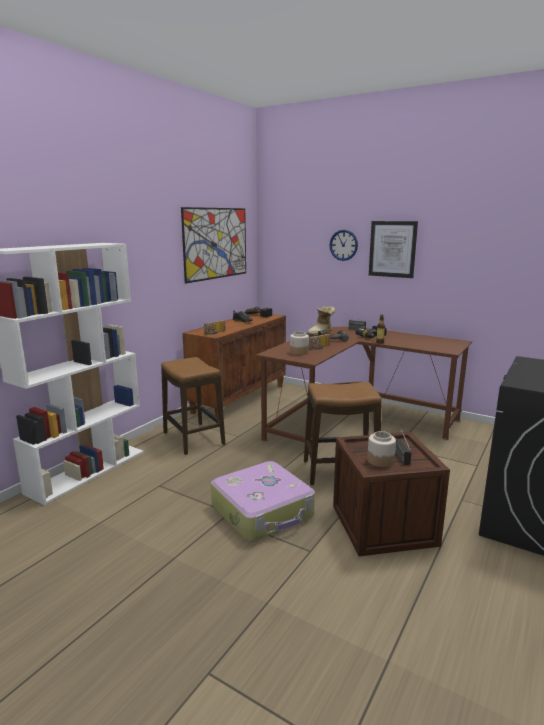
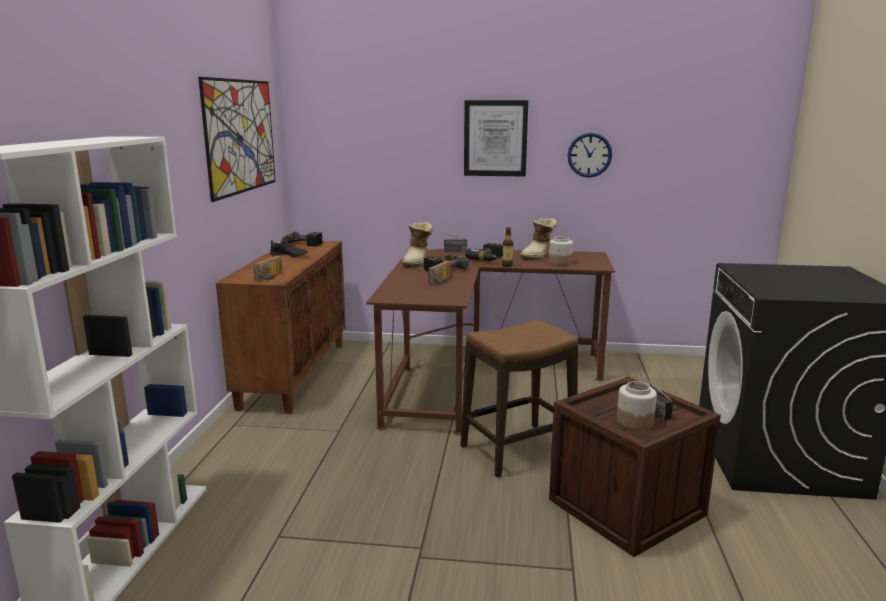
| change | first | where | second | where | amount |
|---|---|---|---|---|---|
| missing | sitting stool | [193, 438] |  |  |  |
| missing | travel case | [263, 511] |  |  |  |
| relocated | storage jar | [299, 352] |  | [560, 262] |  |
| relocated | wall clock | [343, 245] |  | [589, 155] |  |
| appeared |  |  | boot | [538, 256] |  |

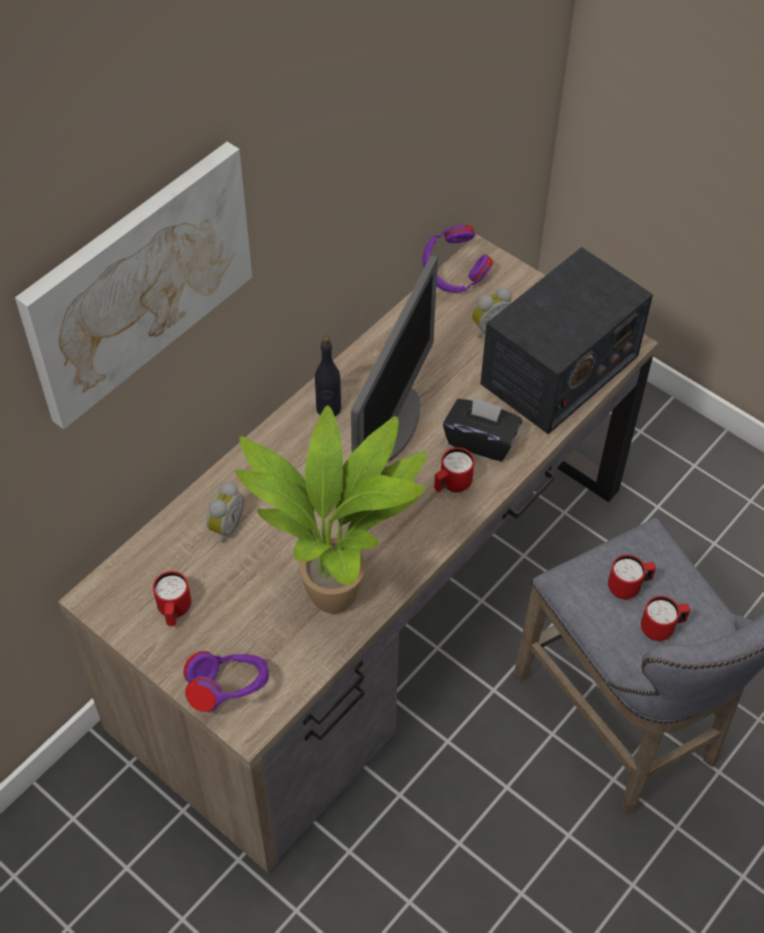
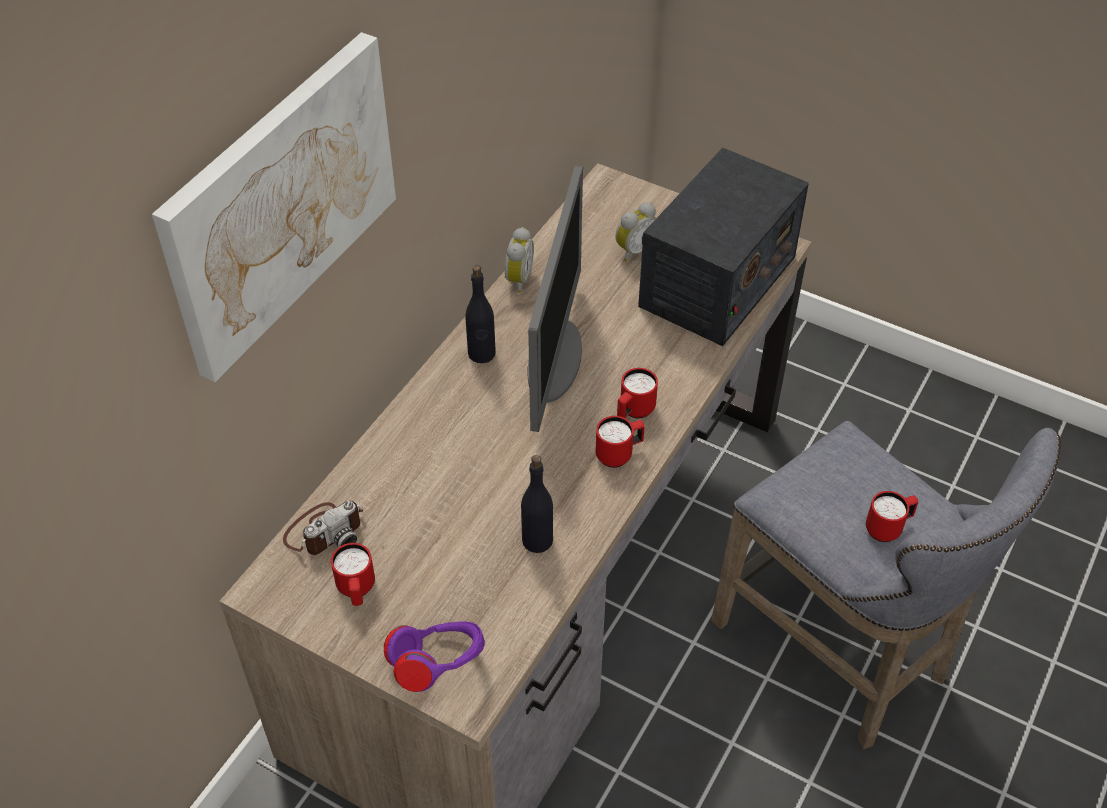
| change | first | where | second | where | amount |
|---|---|---|---|---|---|
| relocated | alarm clock | [224, 526] |  | [517, 279] |  |
| exchanged | potted plant | [339, 591] | black-coloured beverage bottle | [538, 540] |  |
| missing | purple pair of headphones | [453, 277] |  |  |  |
| missing | black-coloured tissue box | [481, 440] |  |  |  |
| relocated | reddish tea mug | [628, 587] |  | [619, 454] |  |
| appeared |  |  | photo camera | [324, 531] |  |

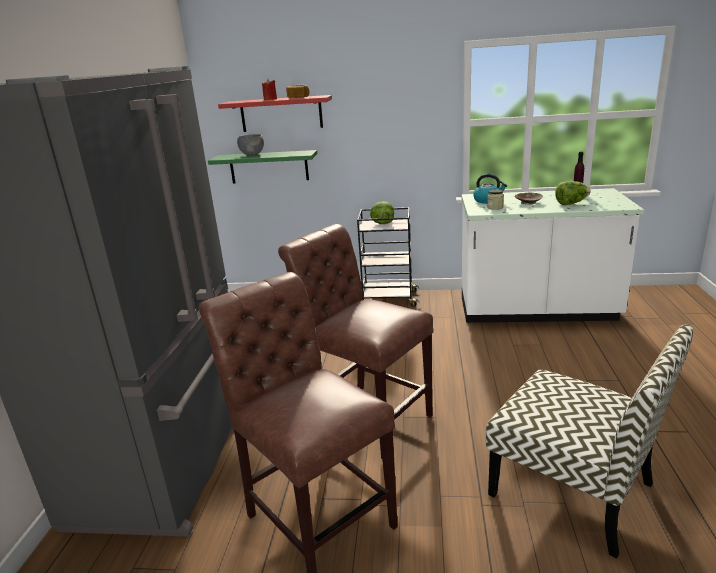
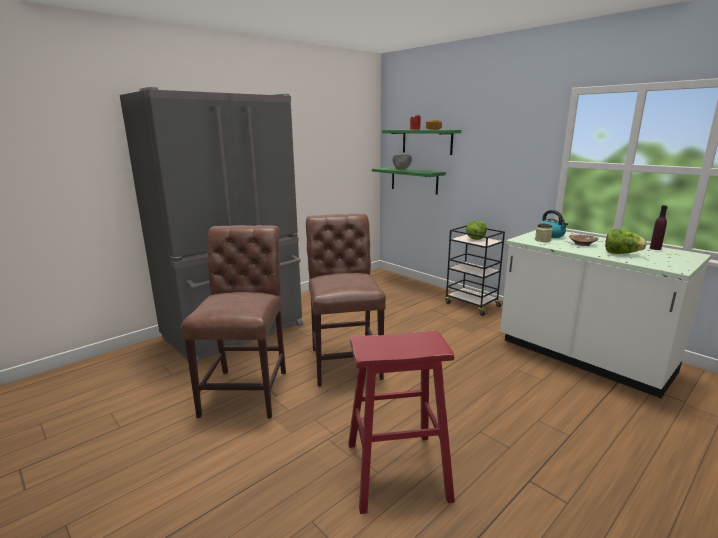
| change | first | where | second | where | amount |
|---|---|---|---|---|---|
| colour | reddish bracket shelf | [281, 114] | green-coloured bracket shelf | [427, 141] |  |
| exchanged | chair | [574, 490] | reddish sitting stool | [396, 470] |  |

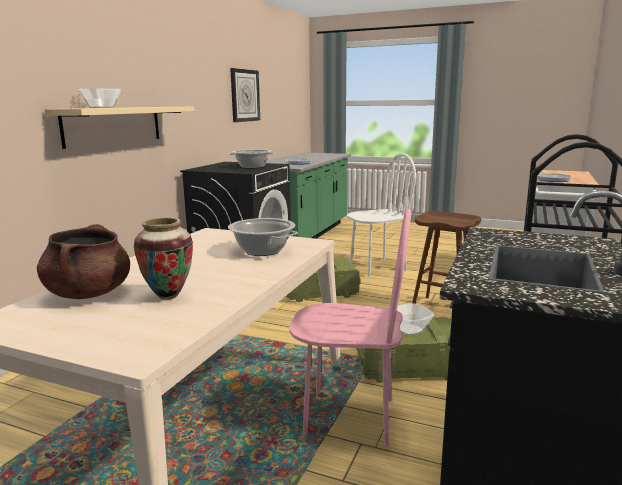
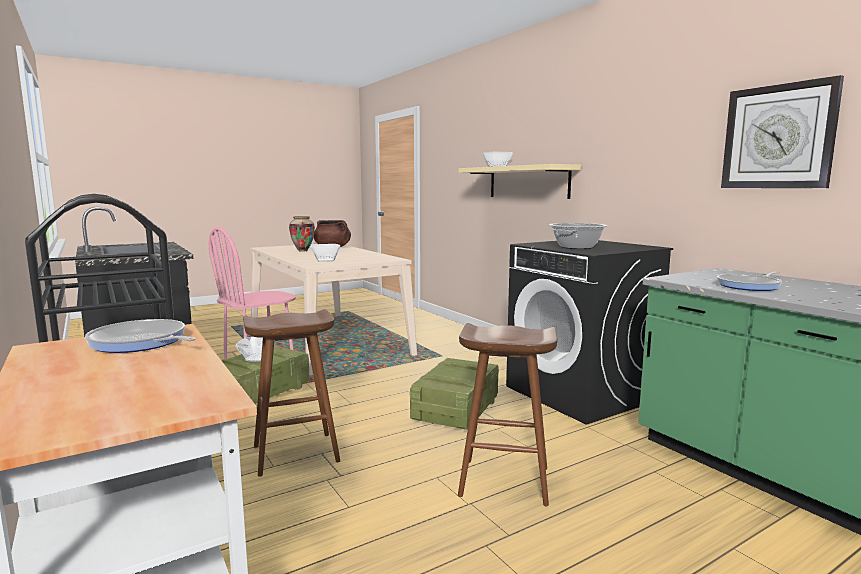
| change | first | where | second | where | amount |
|---|---|---|---|---|---|
| exchanged | cooking pot | [262, 251] | bowl | [326, 260] |  |
| exchanged | whitish chair | [377, 268] | brown sitting stool | [503, 482] |  |

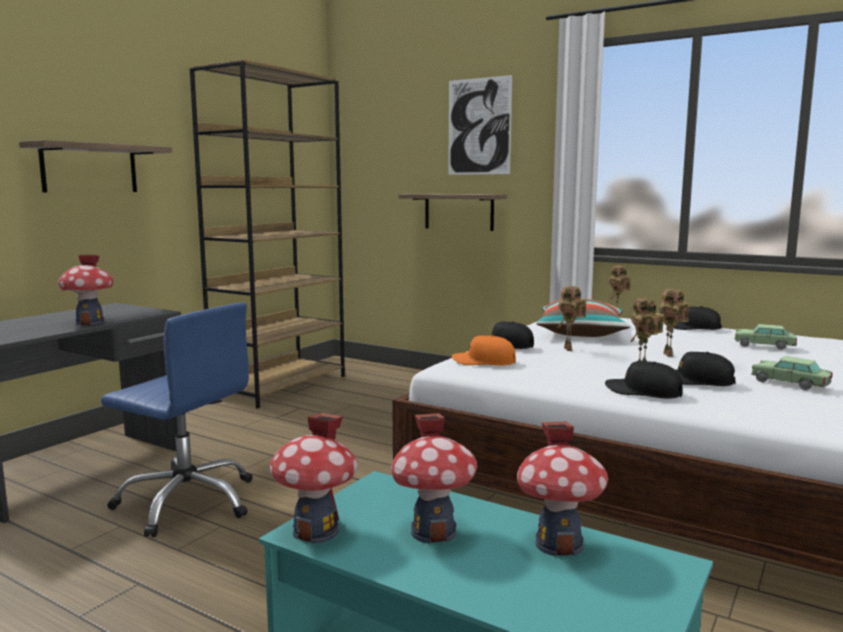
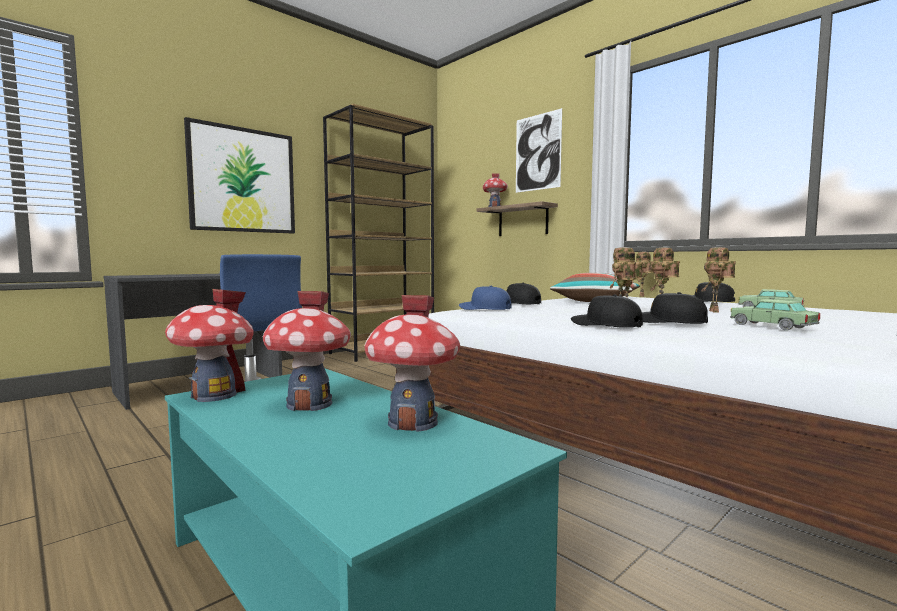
| change | first | where | second | where | amount |
|---|---|---|---|---|---|
| exchanged | bracket shelf | [90, 168] | wall art | [243, 180] |  |
| relocated | model house | [90, 322] |  | [495, 207] |  |
| colour | orange-coloured peaked cap | [484, 362] | blue peaked cap | [484, 309] |  |
| relocated | toy robot | [570, 349] |  | [716, 311] |  |

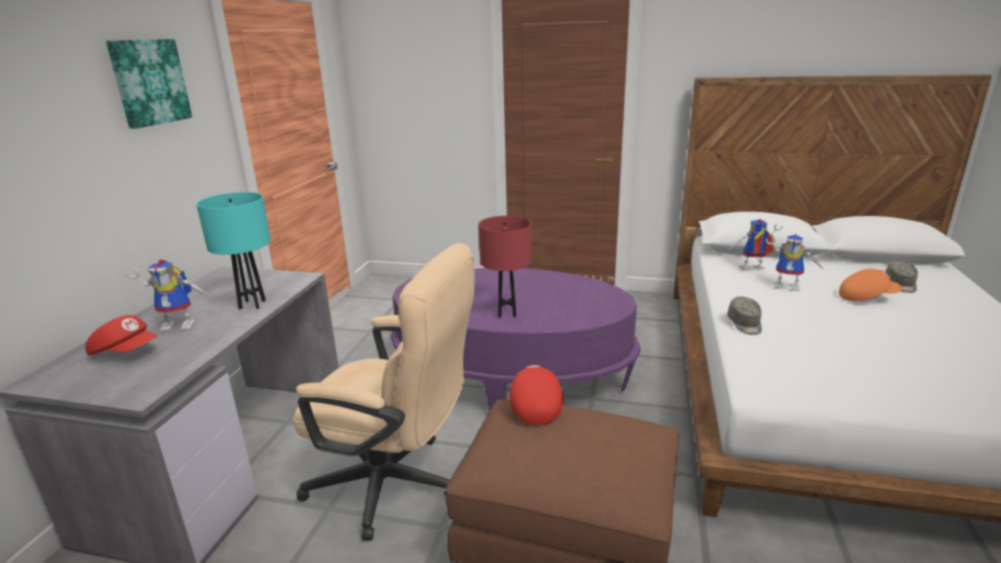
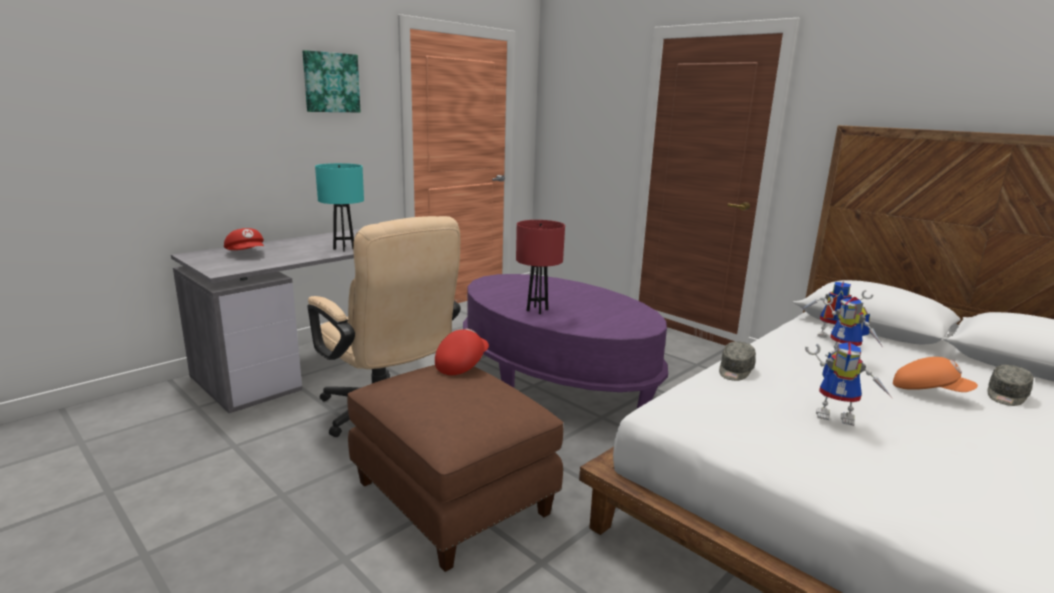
| change | first | where | second | where | amount |
|---|---|---|---|---|---|
| relocated | toy robot | [182, 324] |  | [838, 416] |  |

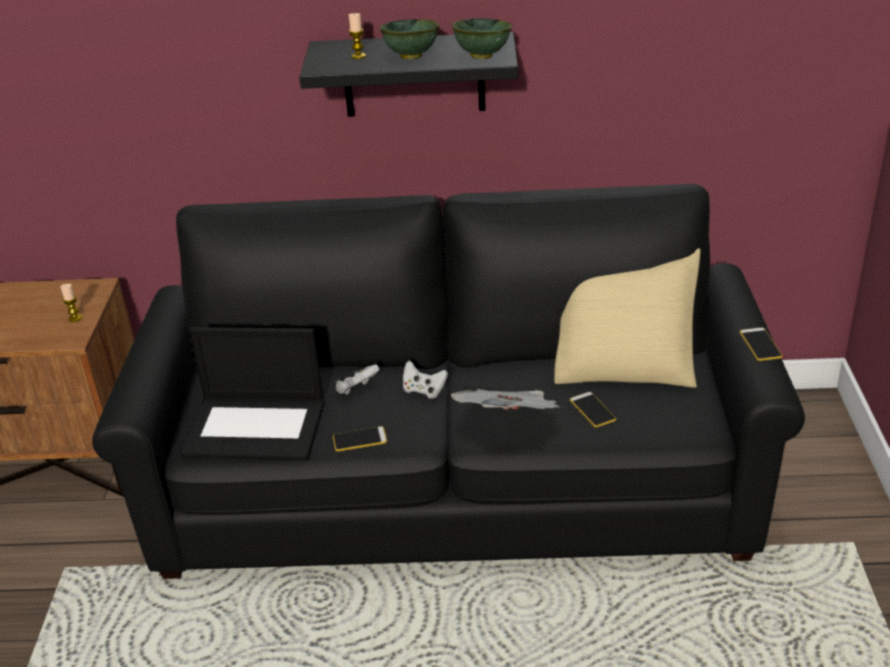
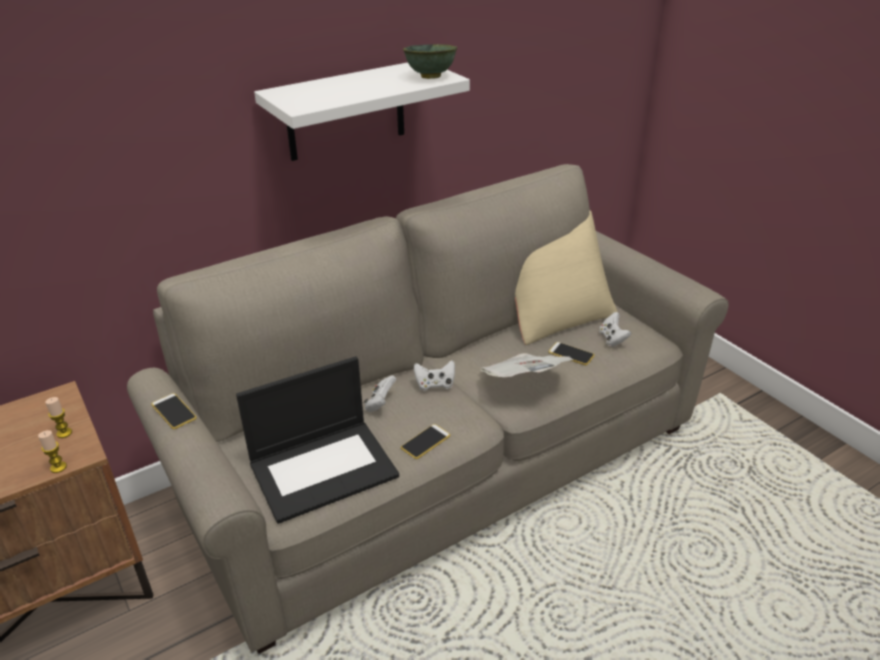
| change | first | where | second | where | amount |
|---|---|---|---|---|---|
| colour | black-coloured sofa | [455, 487] | beige-coloured sofa | [442, 463] |  |
| colour | black-coloured bracket shelf | [414, 75] | whitish bracket shelf | [346, 111] |  |
| relocated | wax light | [358, 56] |  | [58, 467] |  |
| missing | green-coloured bowl | [410, 57] |  |  |  |
| relocated | phone | [760, 345] |  | [174, 411] |  |
| appeared |  |  | whitish joypad | [612, 339] |  |

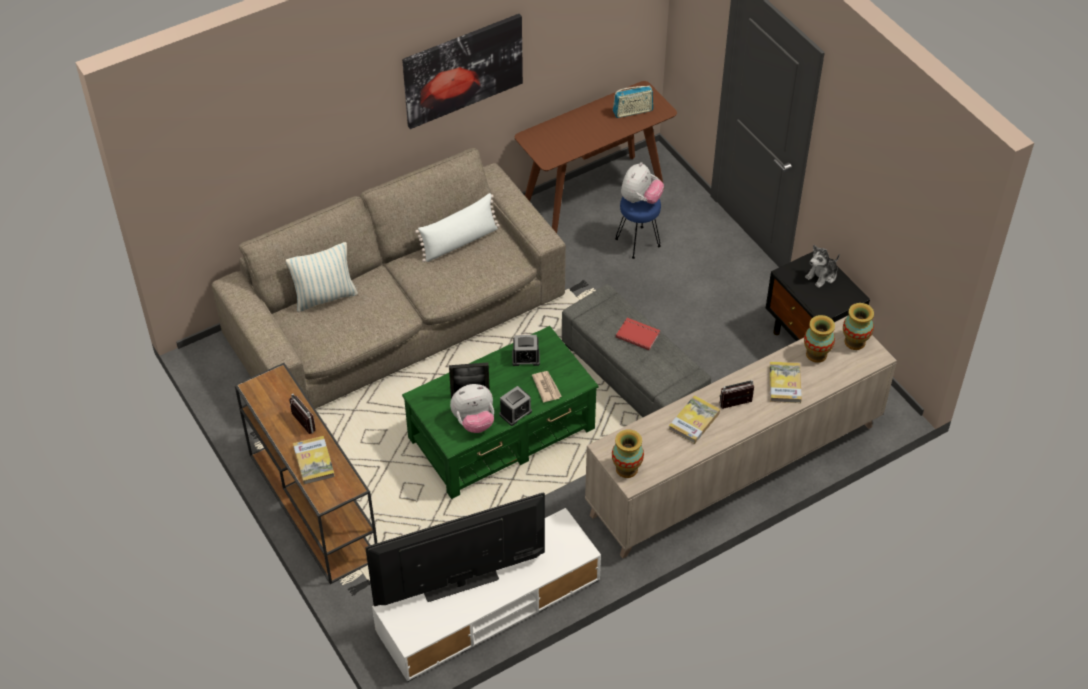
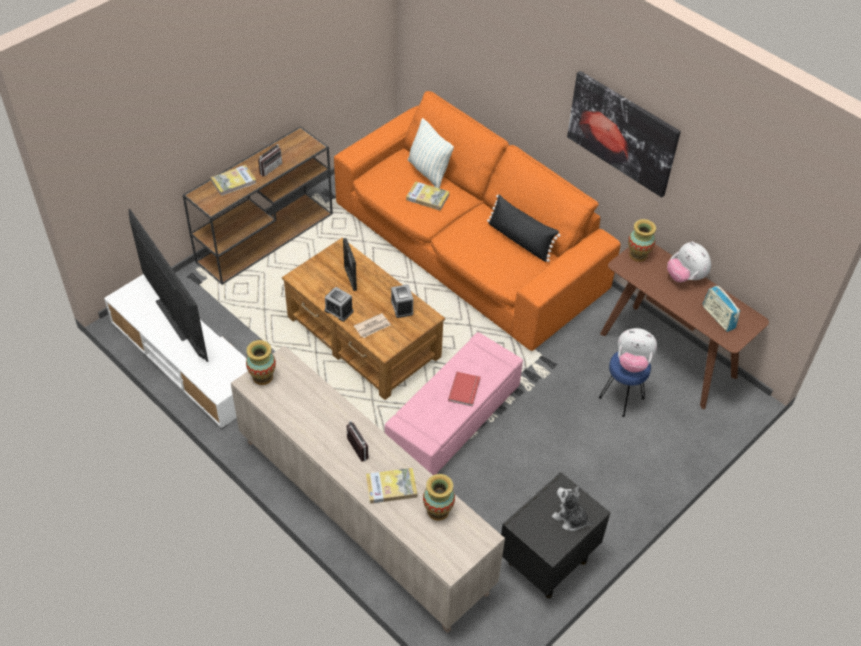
| change | first | where | second | where | amount |
|---|---|---|---|---|---|
| colour | beige-coloured sofa | [397, 318] | orange-coloured sofa | [467, 248] |  |
| colour | green-coloured lounge table | [502, 433] | brown lounge table | [363, 338] |  |
| colour | whitish throw pillow | [459, 242] | black-coloured throw pillow | [520, 240] |  |
| relocated | plush toy | [474, 421] |  | [685, 277] |  |
| colour | gray footrest | [633, 376] | pink footrest | [453, 419] |  |
| relocated | volume | [694, 421] |  | [427, 197] |  |
| relocated | vase | [854, 342] |  | [638, 255] |  |

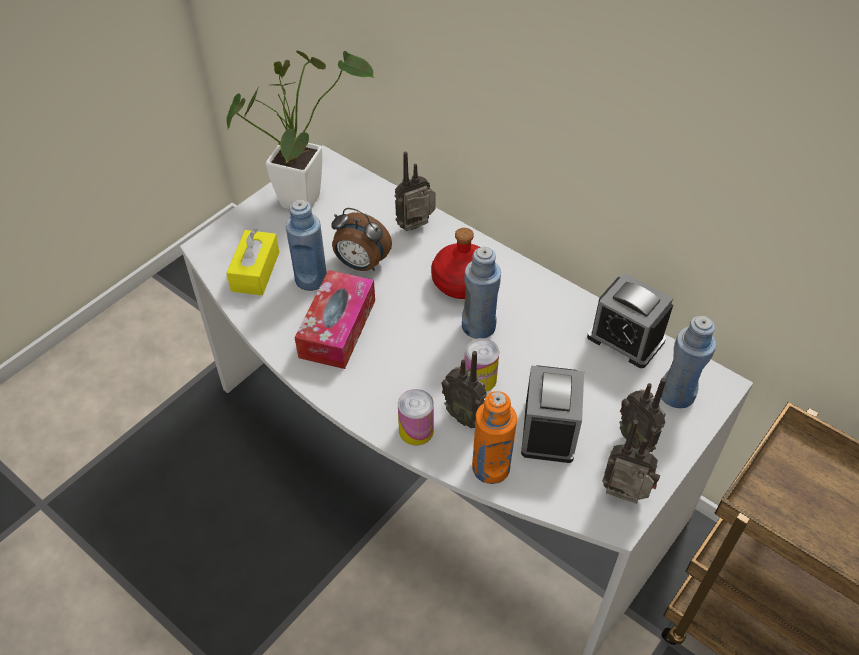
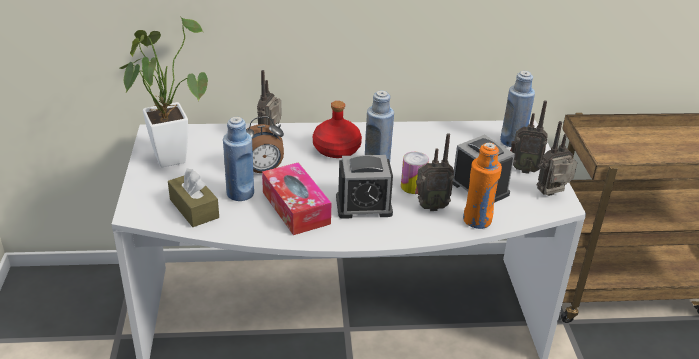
| change | first | where | second | where | amount |
|---|---|---|---|---|---|
| colour | yellow-coloured tissue box | [255, 271] | brown tissue box | [194, 208] |  |
| missing | can | [416, 430] |  |  |  |
| relocated | alarm clock | [625, 339] |  | [363, 206] |  |

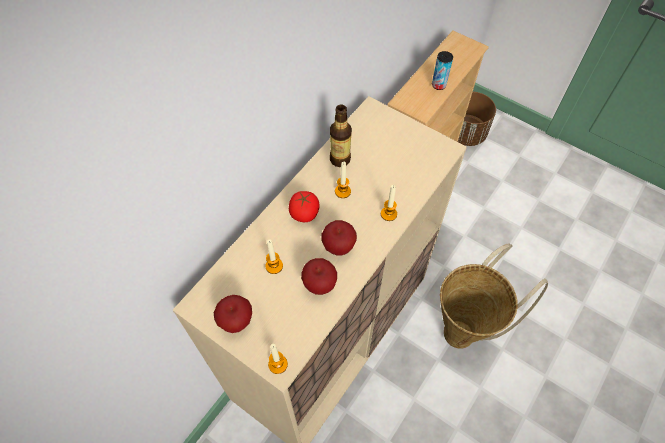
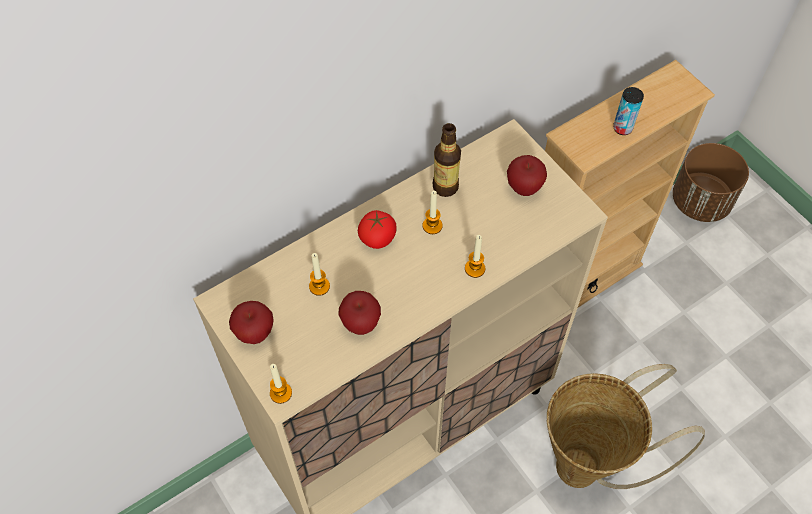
| change | first | where | second | where | amount |
|---|---|---|---|---|---|
| relocated | apple | [338, 247] |  | [524, 188] |  |

